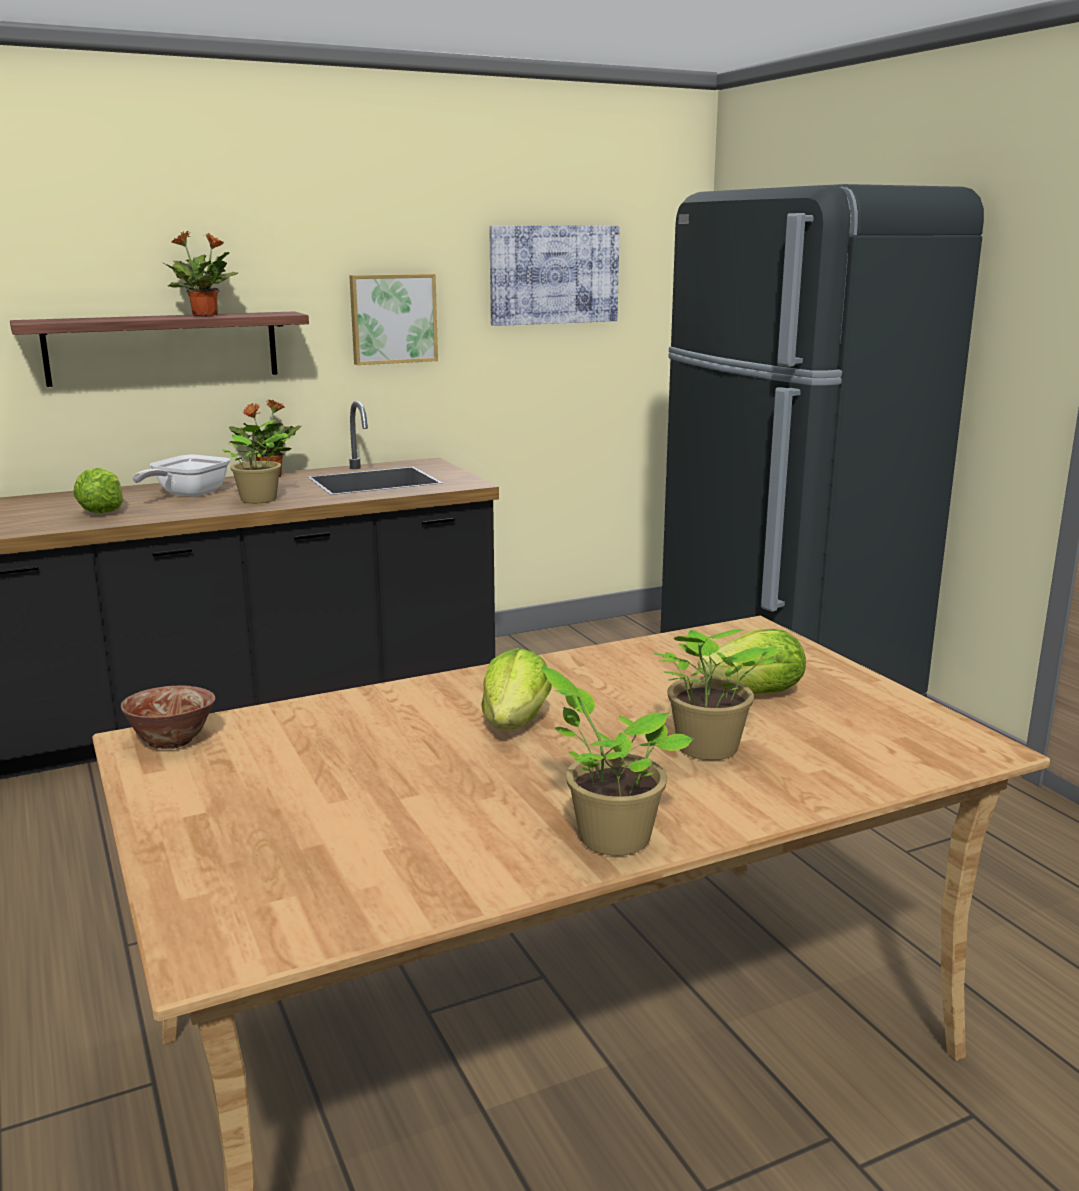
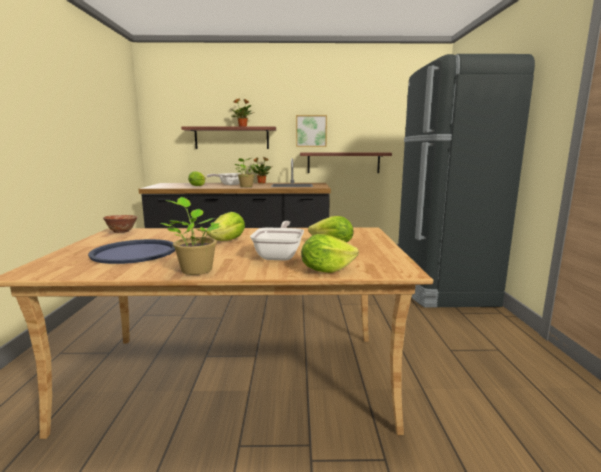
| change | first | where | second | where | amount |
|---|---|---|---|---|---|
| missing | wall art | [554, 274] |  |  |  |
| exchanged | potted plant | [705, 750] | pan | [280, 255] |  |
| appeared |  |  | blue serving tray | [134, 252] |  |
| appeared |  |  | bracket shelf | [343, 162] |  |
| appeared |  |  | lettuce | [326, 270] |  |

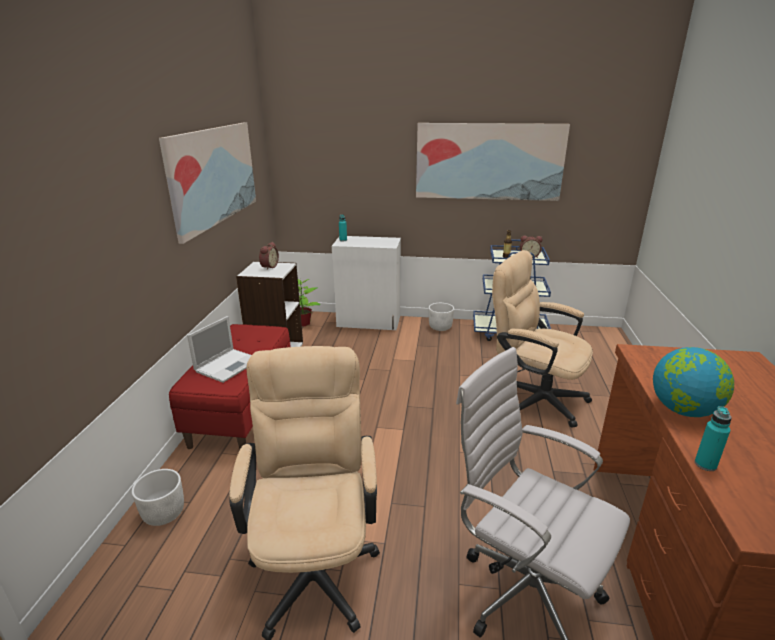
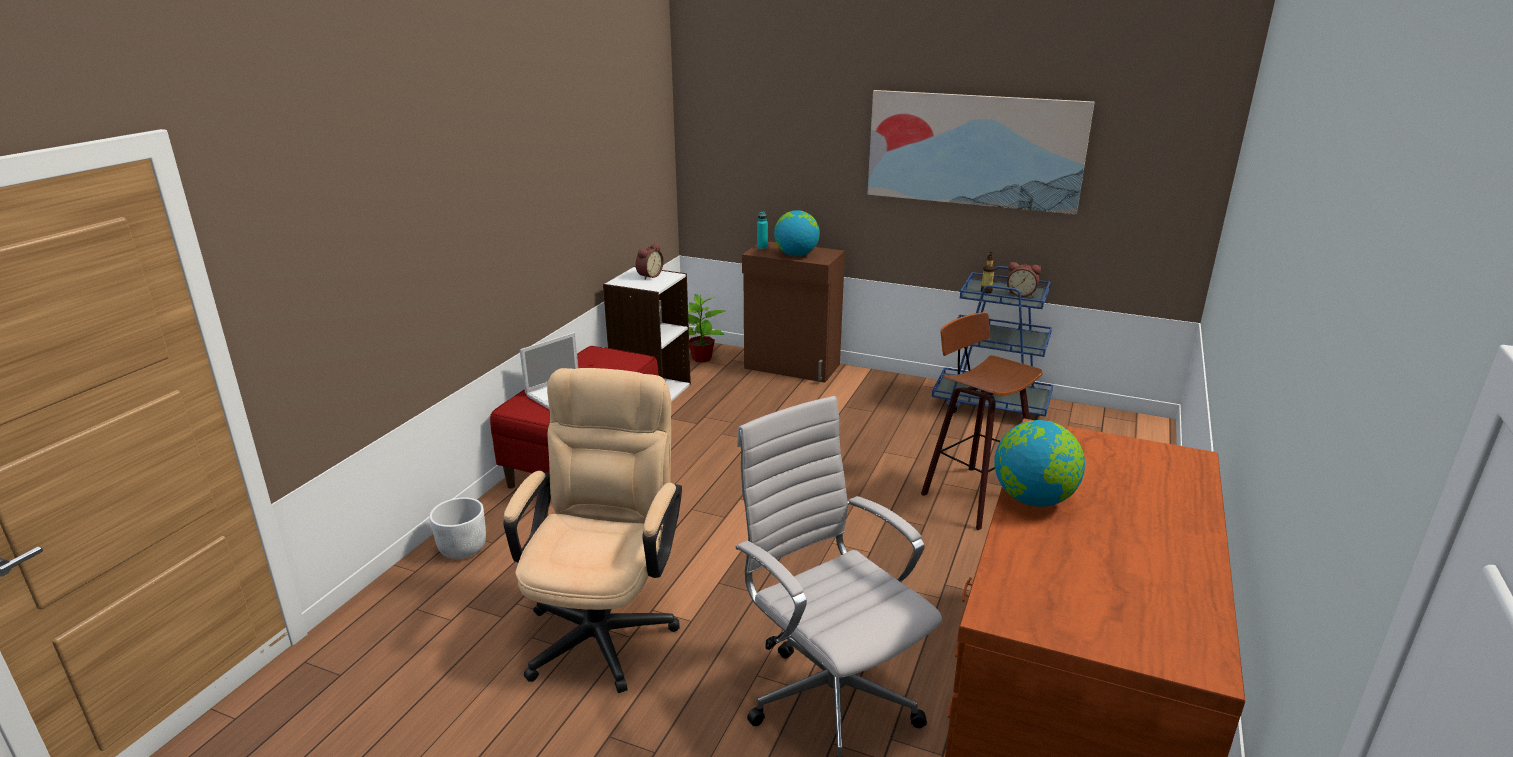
| change | first | where | second | where | amount |
|---|---|---|---|---|---|
| missing | wall art | [214, 175] |  |  |  |
| colour | whitish cabinet | [369, 322] | brown cabinet | [792, 367] |  |
| missing | whitish flower pot | [440, 327] |  |  |  |
| exchanged | beige-coloured office chair | [533, 397] | sitting stool | [973, 494] |  |
| missing | blue-green beverage bottle | [705, 464] |  |  |  |
| appeared |  |  | world globe | [796, 255] |  |

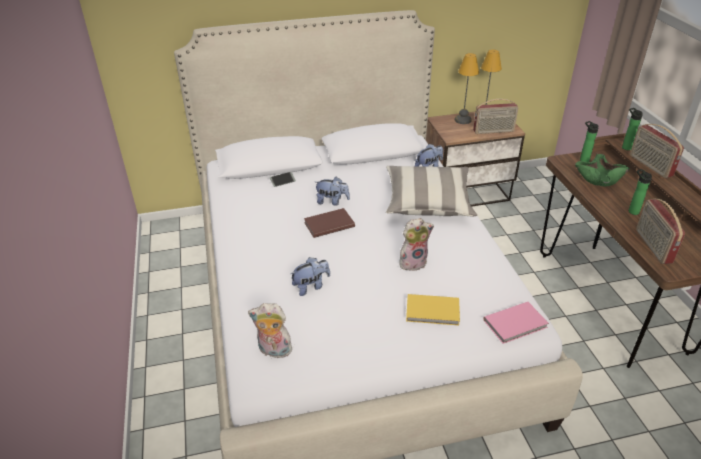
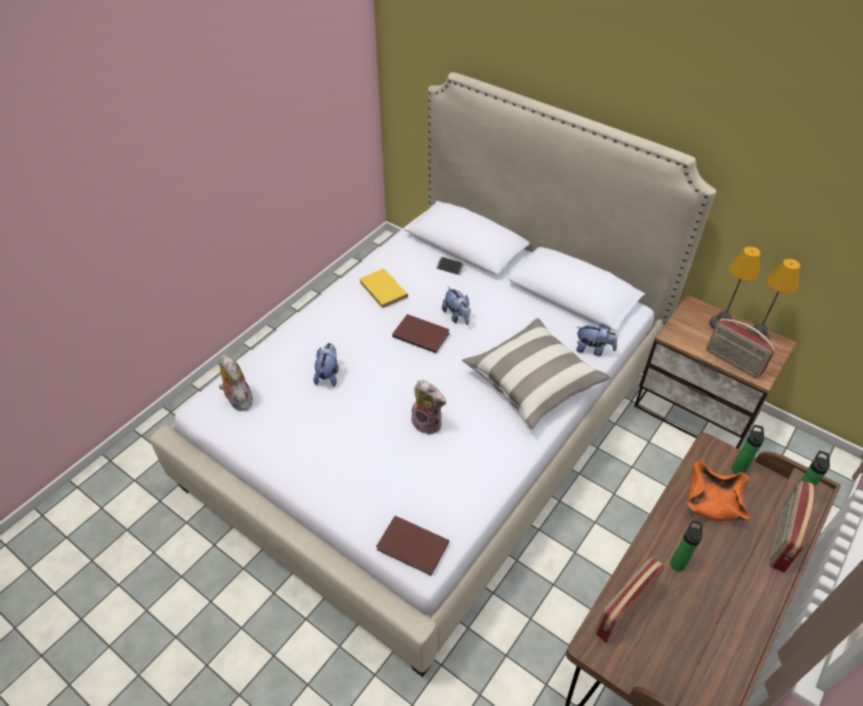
| change | first | where | second | where | amount |
|---|---|---|---|---|---|
| spun | plush toy | [311, 286] |  | [328, 375] | 105 degrees counterclockwise |
| relocated | yellow-coloured volume | [433, 312] |  | [382, 290] |  |
| colour | pink volume | [516, 324] | brown volume | [412, 548] |  |
| colour | green-coloured bowl | [599, 179] | orange-coloured bowl | [712, 501] |  |

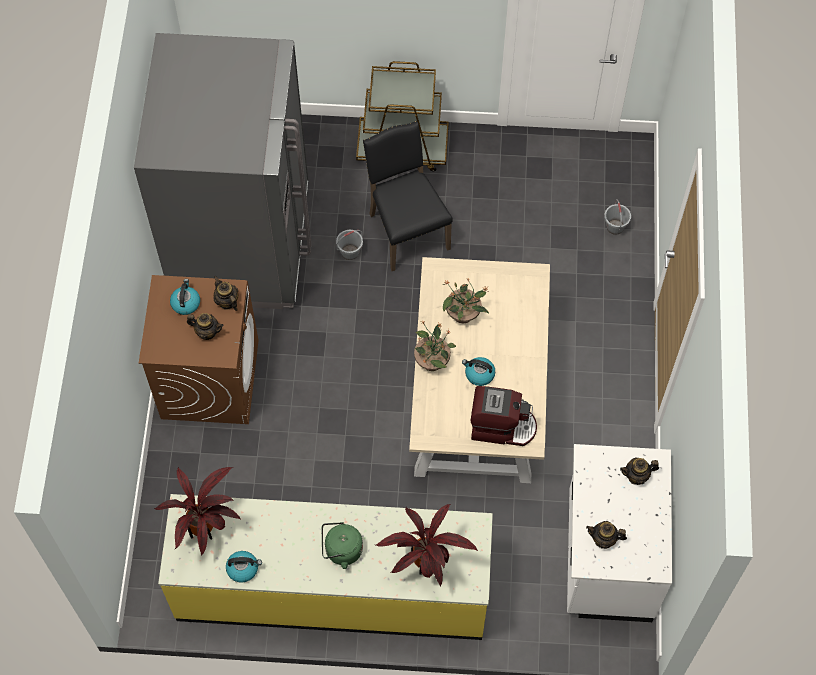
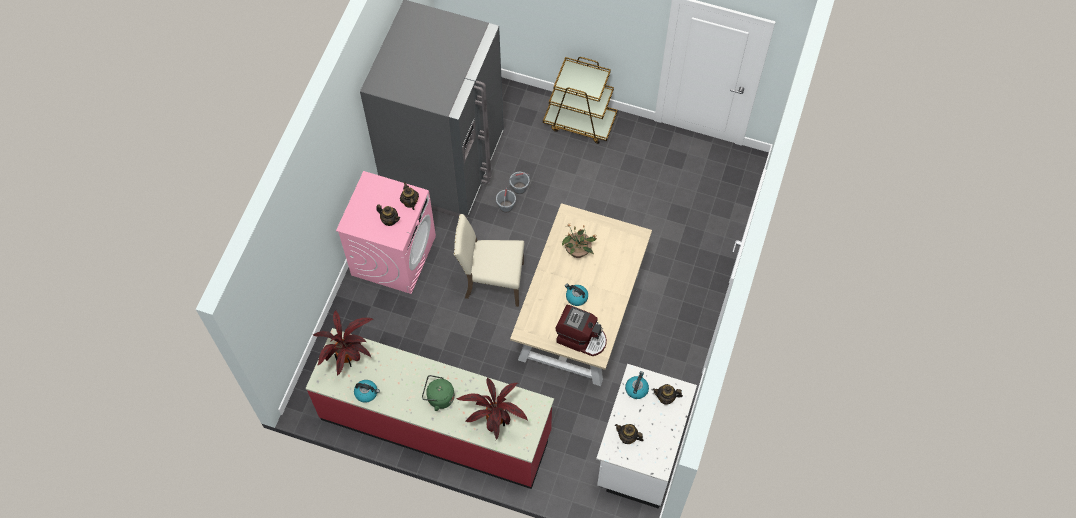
| change | first | where | second | where | amount |
|---|---|---|---|---|---|
| colour | brown laundry appliance | [210, 378] | pink laundry appliance | [393, 255] |  |
| colour | yellow-coloured kitchen counter | [332, 588] | reddish kitchen counter | [436, 425] |  |
| relocated | water kettle | [185, 303] |  | [636, 389] |  |
| missing | black-coloured chair | [406, 230] |  |  |  |
| missing | potted plant | [432, 360] |  |  |  |
| relocated | gray bucket | [615, 227] |  | [506, 206] |  |
| appeared |  |  | beige-coloured chair | [492, 281] |  |

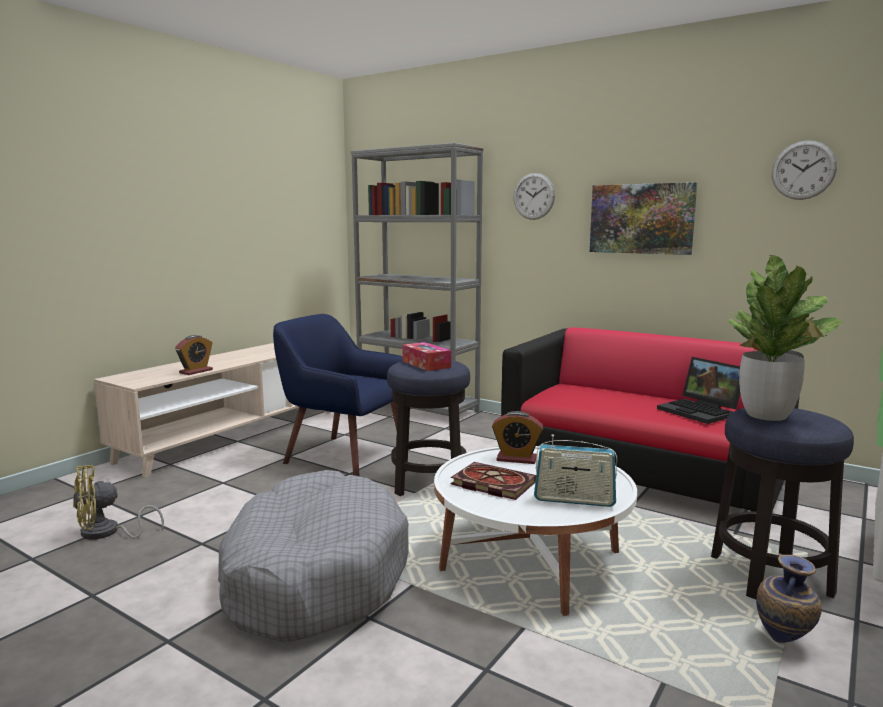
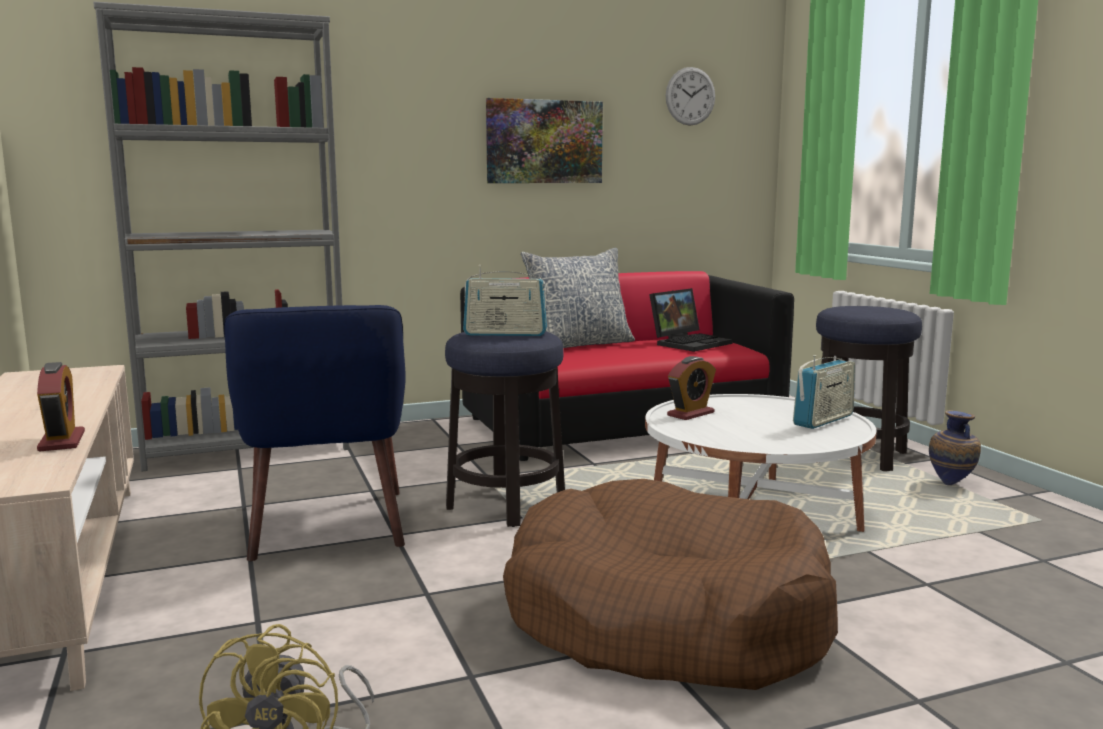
| change | first | where | second | where | amount |
|---|---|---|---|---|---|
| colour | gray dog cushion | [313, 575] | brown dog cushion | [665, 618] |  |
| spun | blue lounge chair | [343, 456] |  | [327, 524] | 75 degrees counterclockwise |
| exchanged | tissue box | [426, 364] | radio | [505, 334] |  |
| missing | volume | [491, 484] |  |  |  |
| missing | wall clock | [534, 196] |  |  |  |
| spun | laptop | [701, 411] |  | [689, 343] | 45 degrees counterclockwise |
| missing | potted plant | [767, 415] |  |  |  |
| appeared |  |  | throw pillow | [579, 345] |  |

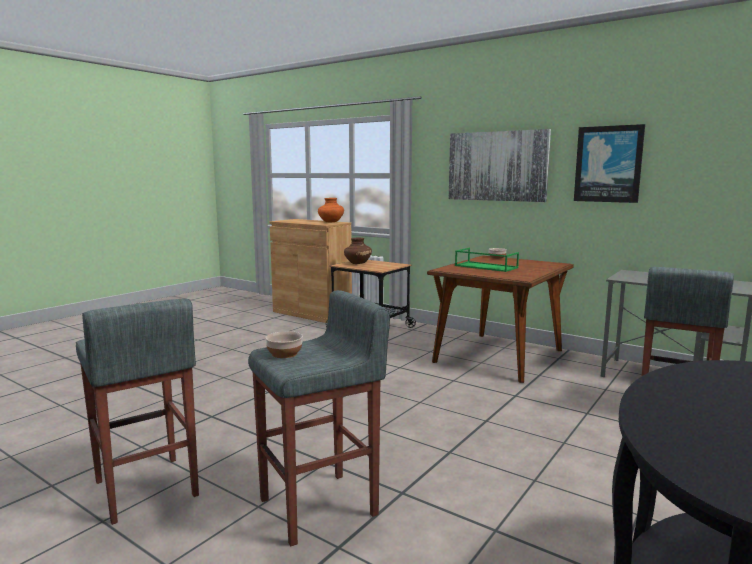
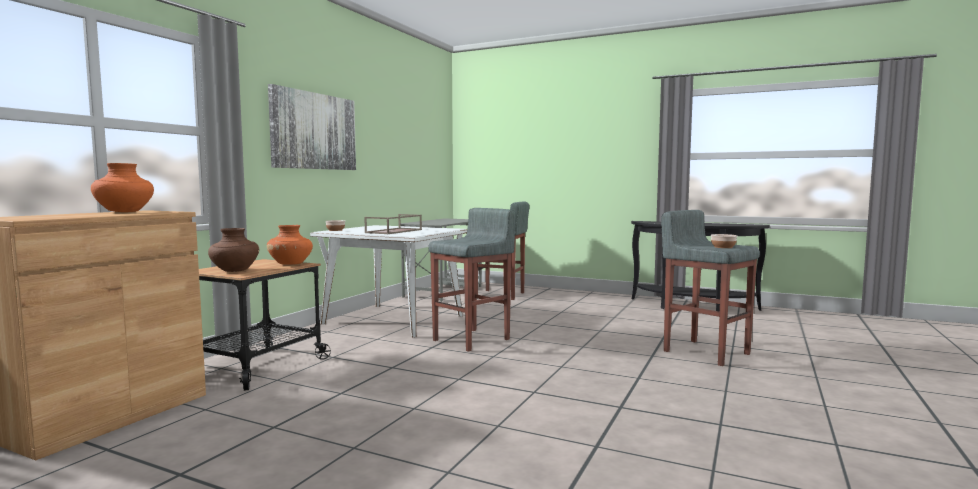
| change | first | where | second | where | amount |
|---|---|---|---|---|---|
| relocated | gray sitting stool | [145, 489] |  | [473, 340] |  |
| colour | brown dining table | [498, 356] | whitish dining table | [394, 320] |  |
| colour | green-coloured serving tray | [485, 267] | brown serving tray | [394, 231] |  |
| missing | wall art | [608, 164] |  |  |  |
| appeared |  |  | orange-coloured vase | [291, 264] |  |

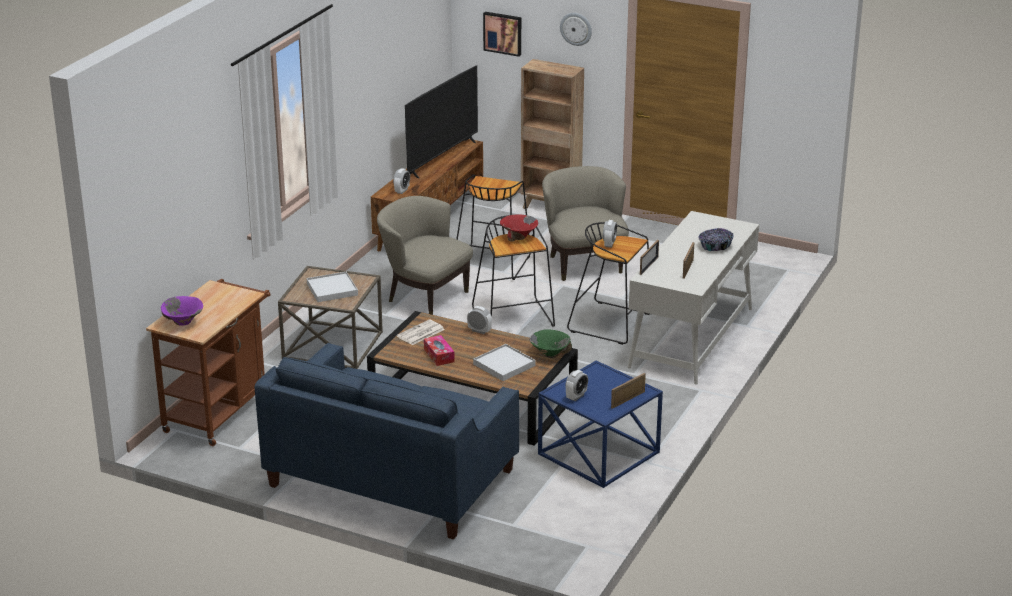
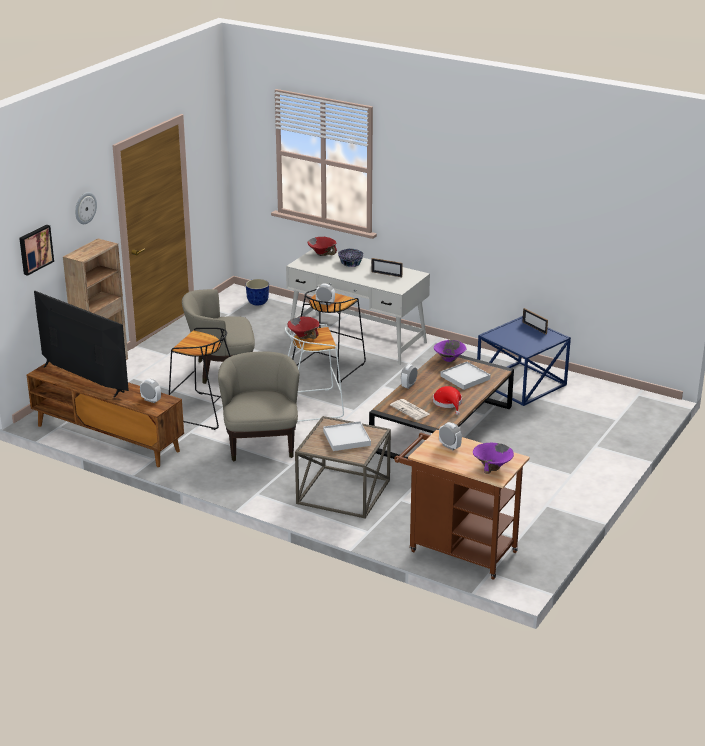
| change | first | where | second | where | amount |
|---|---|---|---|---|---|
| missing | blue sofa | [392, 477] |  |  |  |
| spun | beige-coloured lounge chair | [425, 296] |  | [261, 444] | 135 degrees clockwise |
| exchanged | tissue box | [439, 355] | reddish wearable hat | [448, 403] |  |
| colour | black-coloured sitting stool | [514, 318] | whitish sitting stool | [312, 405] |  |
| colour | green-coloured bowl | [550, 354] | purple bowl | [449, 359] |  |
| relocated | alarm clock | [576, 396] |  | [449, 446] |  |
| missing | photo frame | [649, 266] |  |  |  |
| appeared |  |  | flower pot | [257, 302] |  |
| appeared |  |  | reddish bowl | [322, 254] |  |

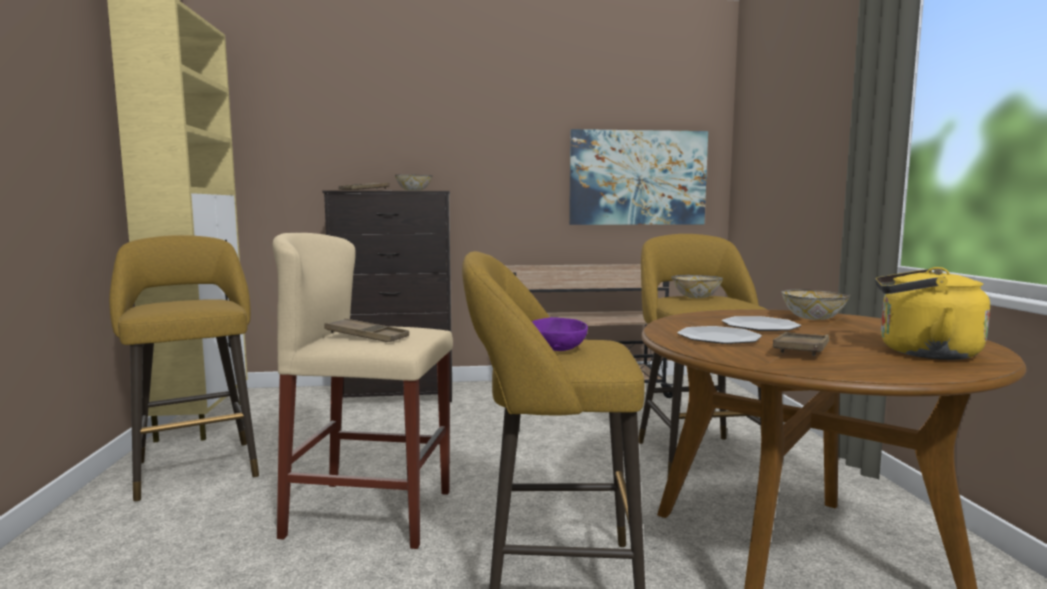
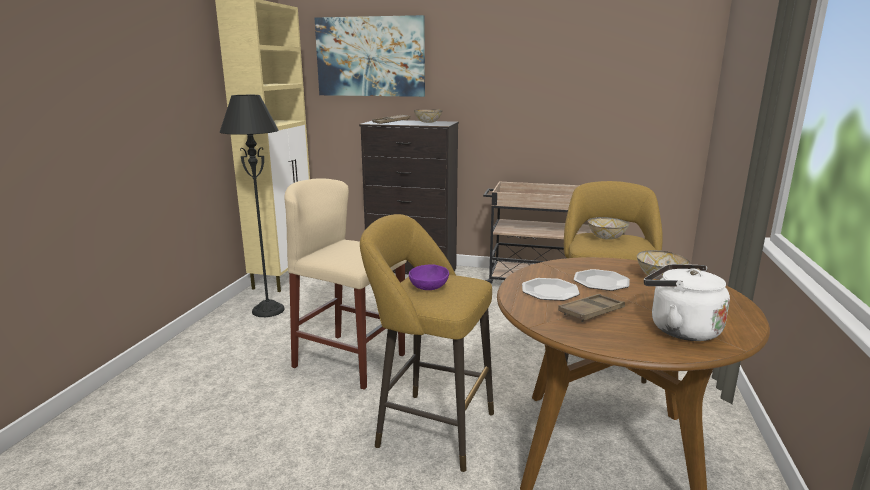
| change | first | where | second | where | amount |
|---|---|---|---|---|---|
| exchanged | yellow-coloured sitting stool | [196, 466] | black-coloured floor lamp | [268, 310] |  |
| missing | brown serving tray | [367, 337] |  |  |  |
| relocated | wall art | [637, 178] |  | [370, 57] |  |
| colour | yellow-coloured water kettle | [921, 353] | whitish water kettle | [679, 329] |  |

